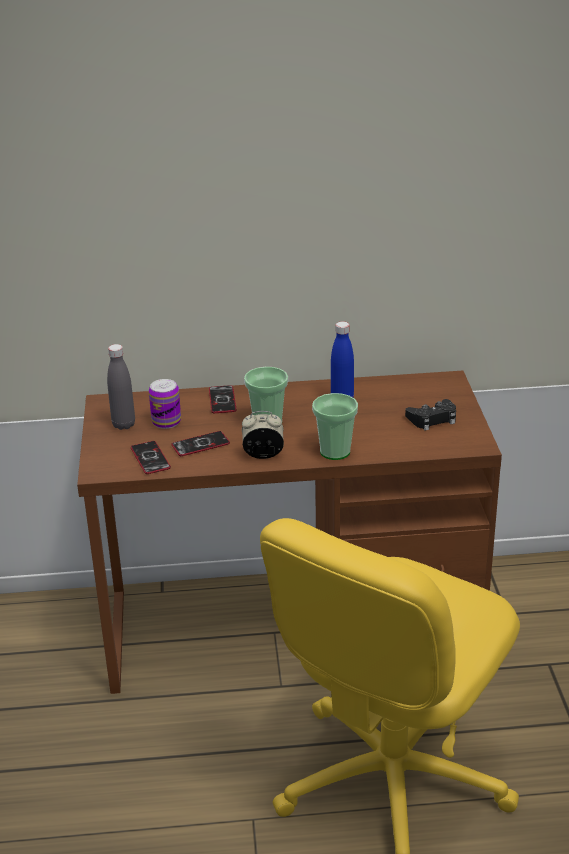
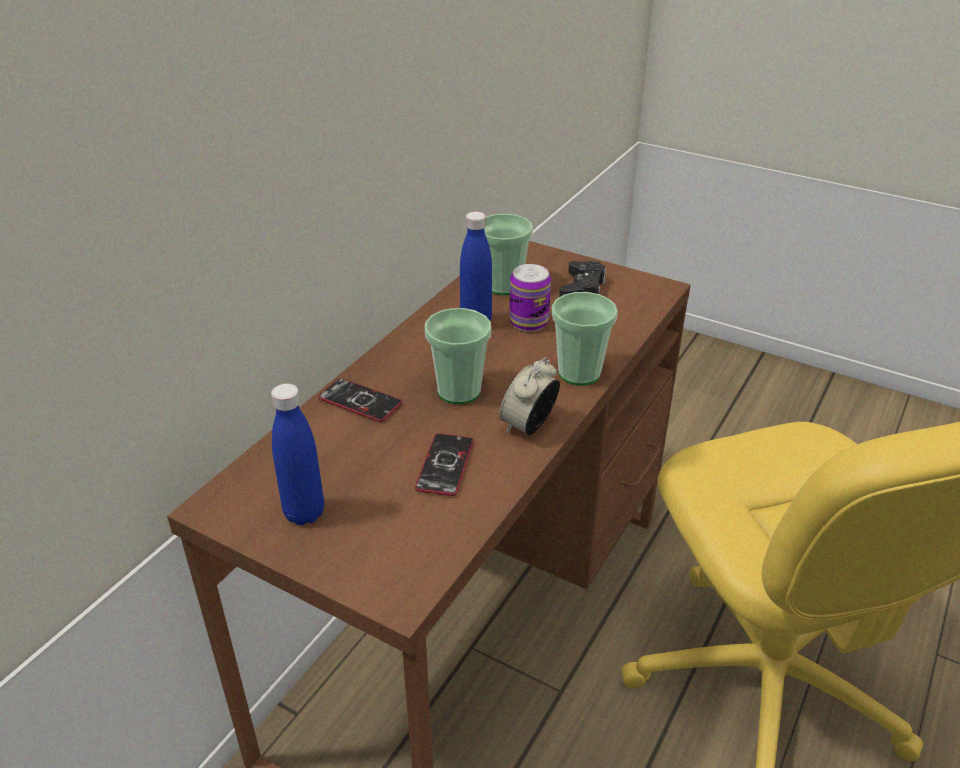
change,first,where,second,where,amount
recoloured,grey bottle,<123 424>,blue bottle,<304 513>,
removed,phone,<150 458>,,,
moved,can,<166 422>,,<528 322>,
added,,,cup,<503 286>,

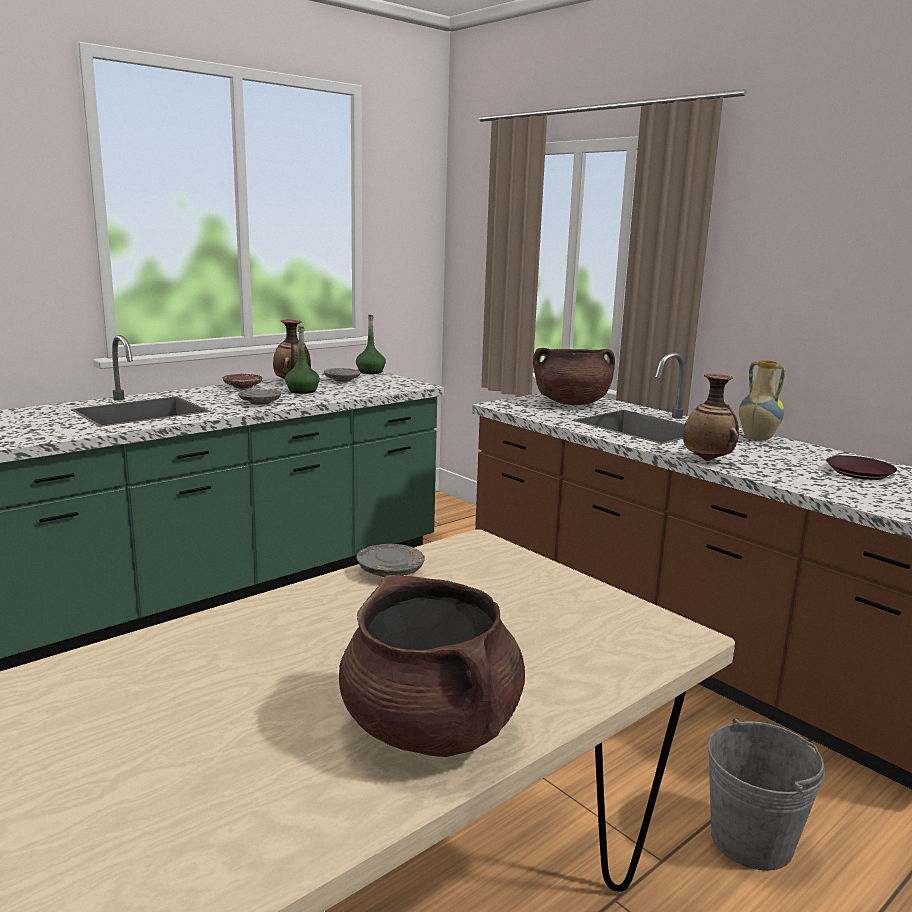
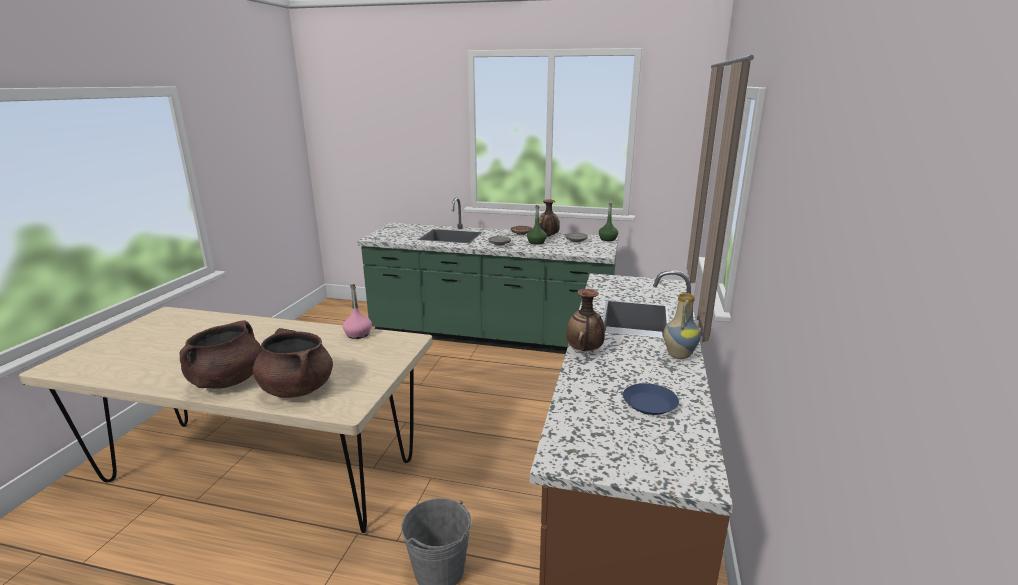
change,first,where,second,where,amount
replaced,grey plate,<390 571>,pink bottle,<358 334>,
moved,brown cooking pot,<571 403>,,<297 389>,
recoloured,brown plate,<859 472>,blue plate,<649 403>,

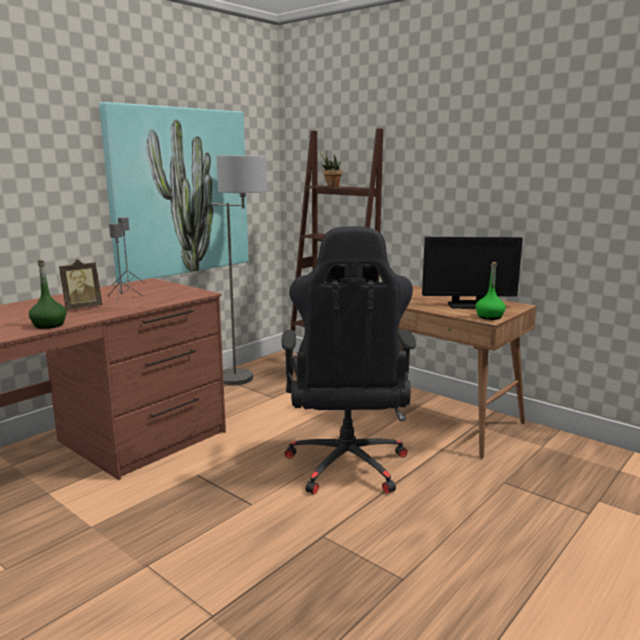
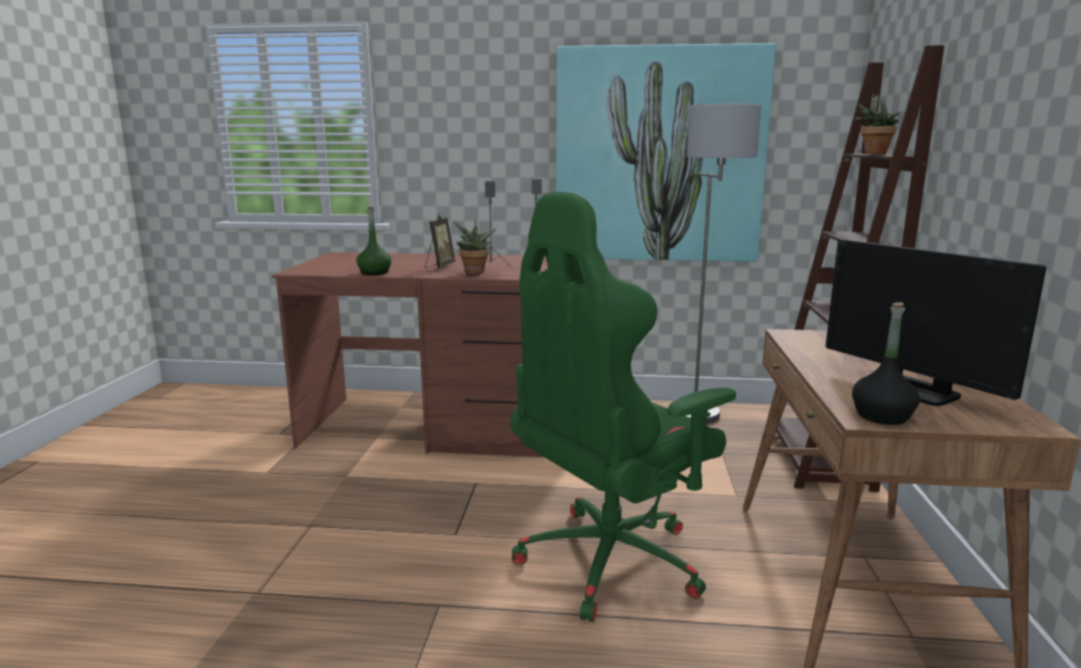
change,first,where,second,where,amount
turned,picture frame,<82 308>,,<439 266>,90 degrees counterclockwise
recoloured,black office chair,<346 464>,green office chair,<611 560>,
recoloured,green bottle,<489 317>,black bottle,<882 416>,
added,,,potted plant,<474 273>,

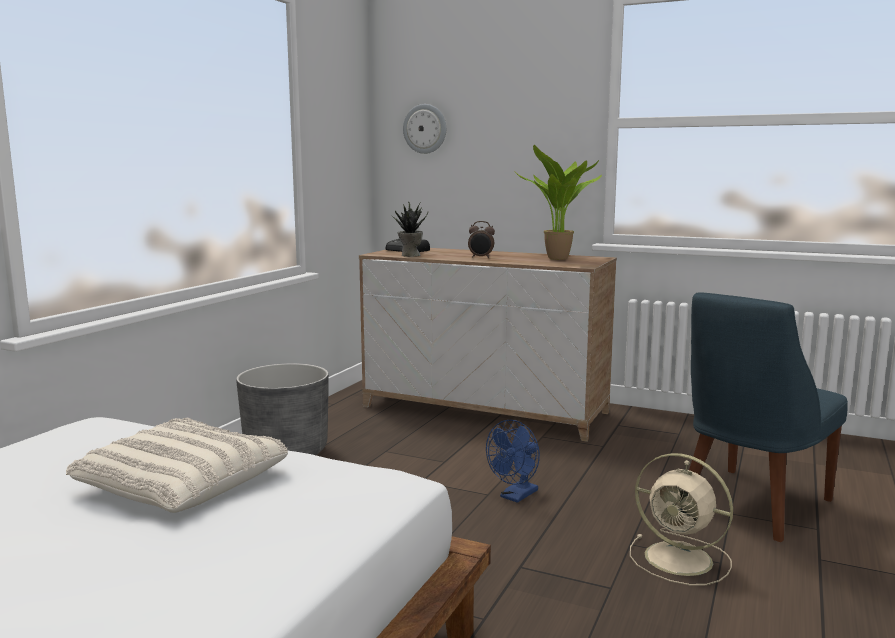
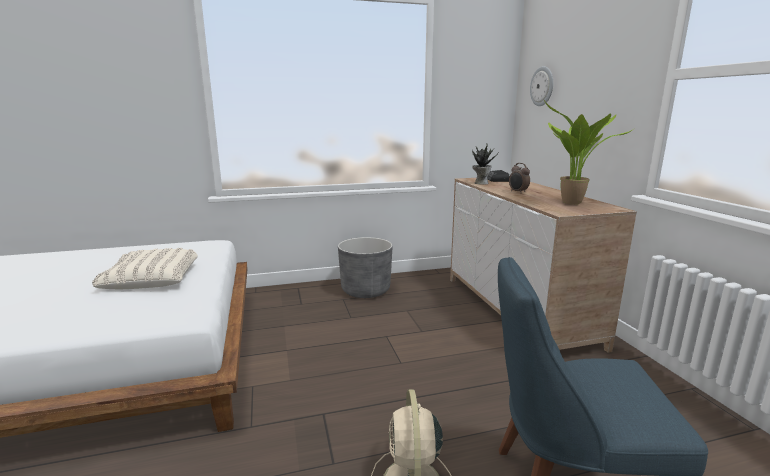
change,first,where,second,where,amount
removed,blue fan,<516 496>,,,

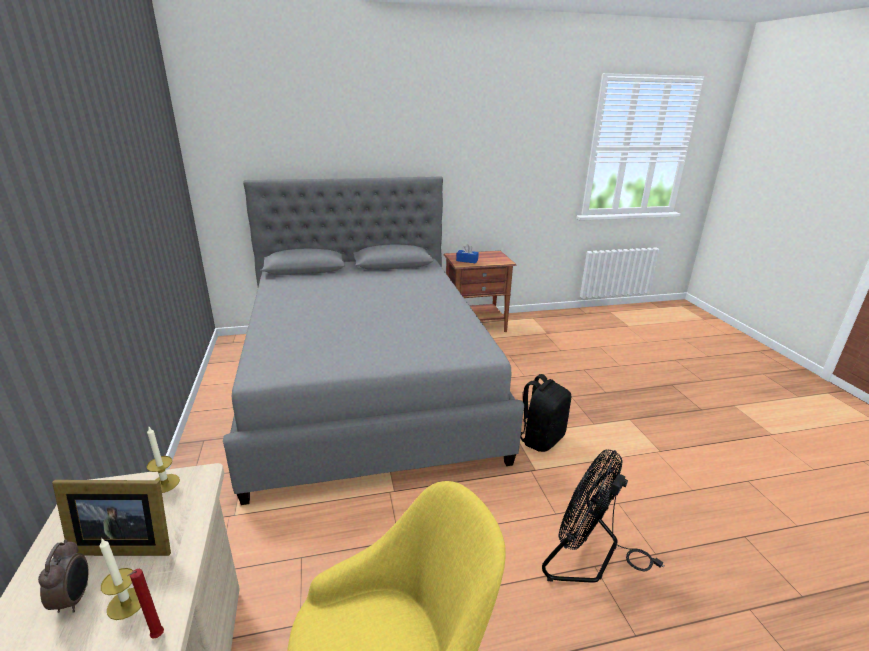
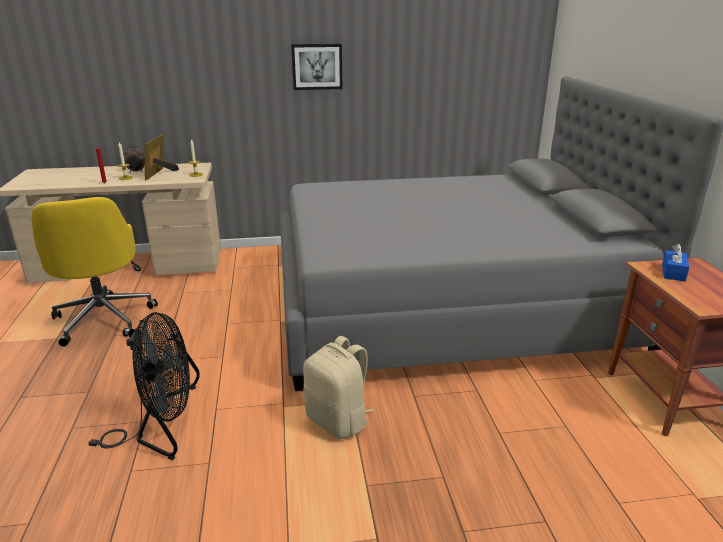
change,first,where,second,where,amount
recoloured,black backpack,<541 438>,beige backpack,<338 421>,
turned,black fan,<593 551>,,<160 424>,45 degrees clockwise
added,,,picture,<317 66>,

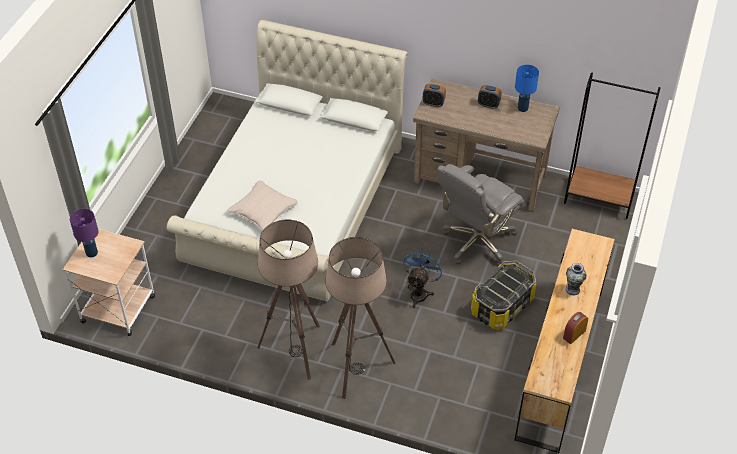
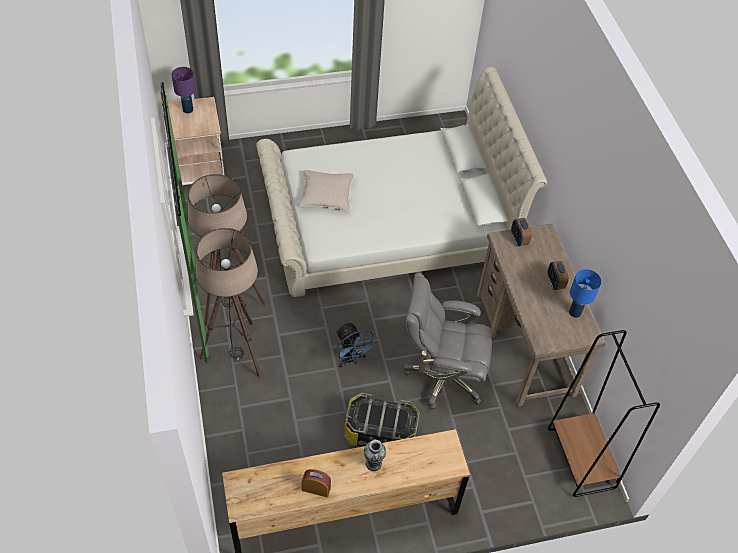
change,first,where,second,where,amount
turned,blue fan,<420 292>,,<351 360>,75 degrees clockwise

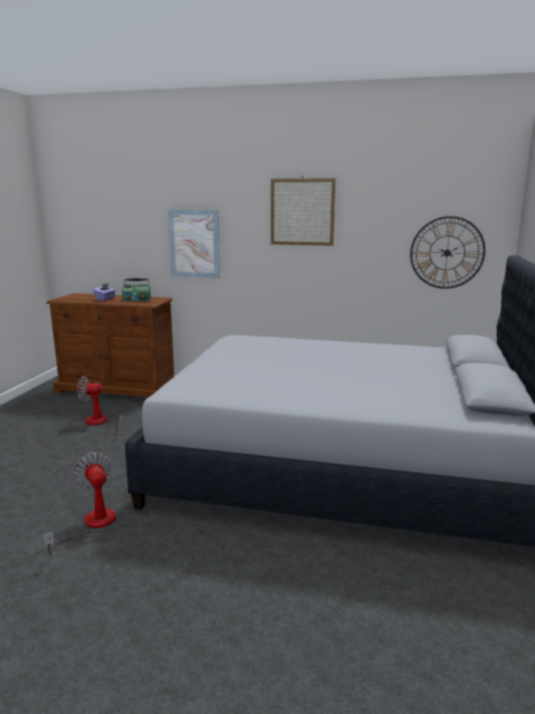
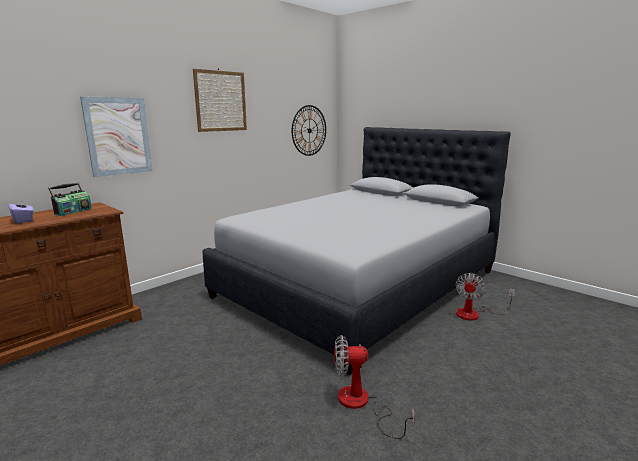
change,first,where,second,where,amount
moved,fan,<100 423>,,<474 314>,

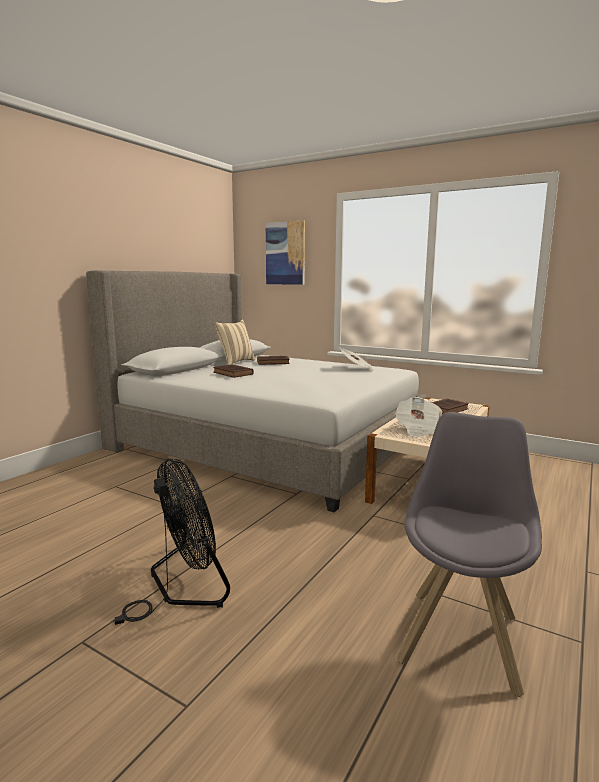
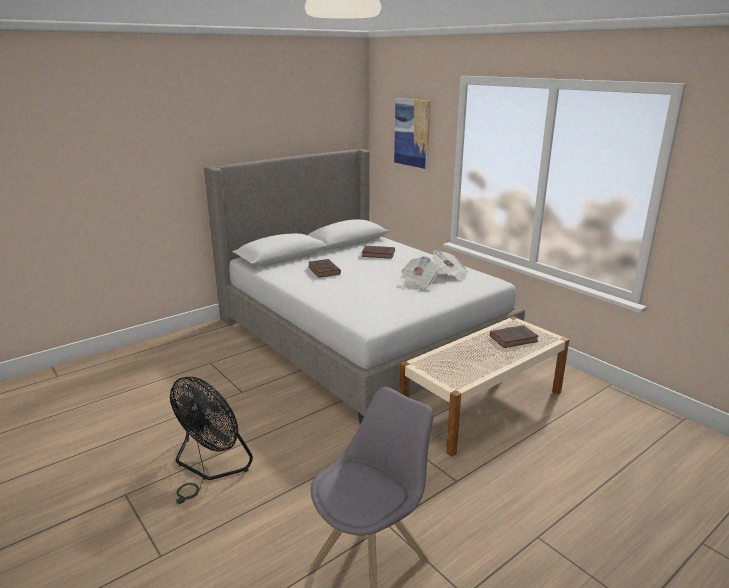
change,first,where,second,where,amount
turned,black fan,<177 584>,,<204 466>,45 degrees counterclockwise
removed,beige pillow,<235 362>,,,
moved,newspaper,<417 430>,,<418 283>,

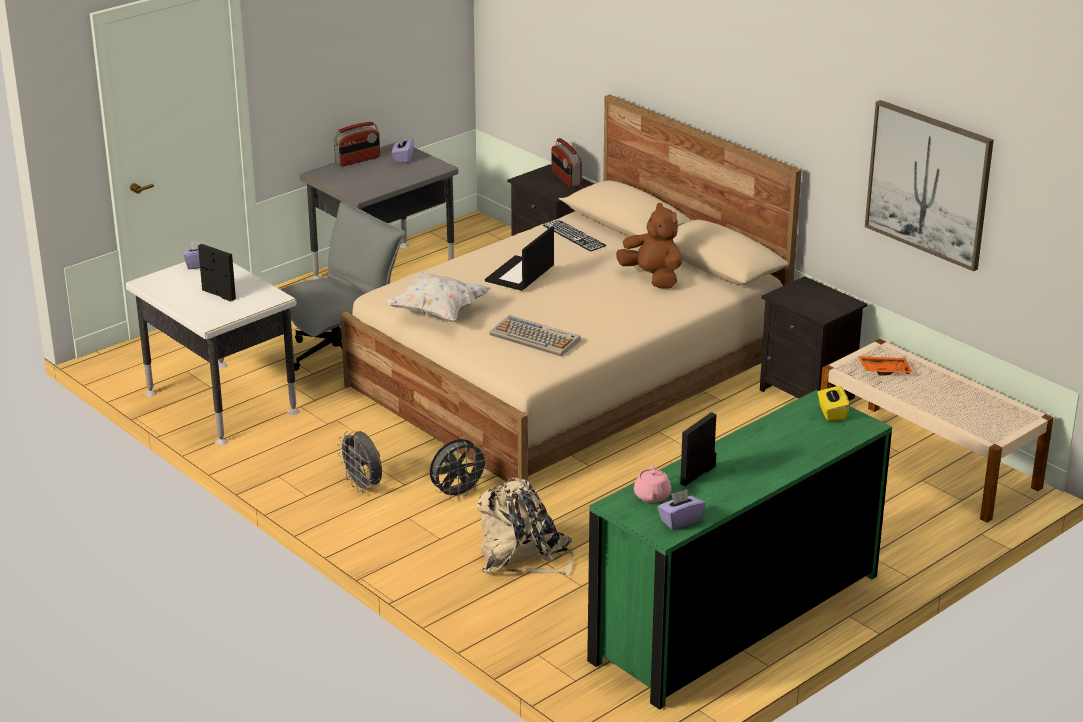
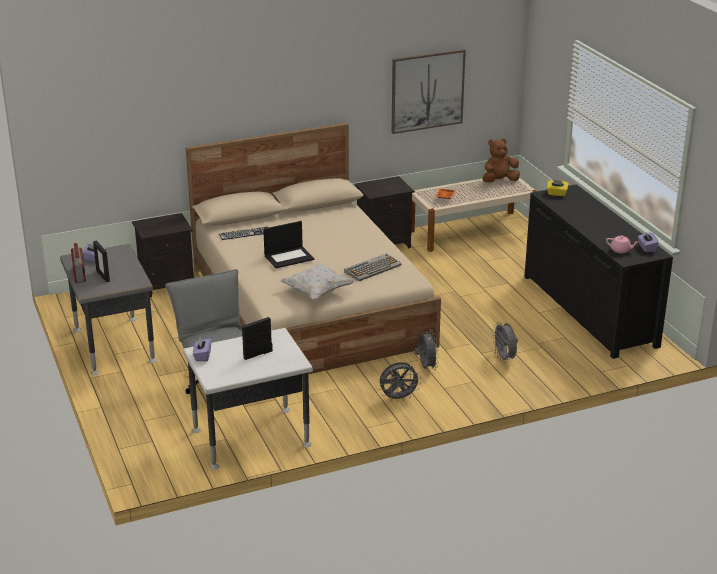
change,first,where,second,where,amount
replaced,beige backpack,<523 556>,grey fan,<504 358>,
turned,laptop,<520 274>,,<289 257>,75 degrees counterclockwise
removed,radio,<565 179>,,,
recoloured,green dresser,<734 617>,black dresser,<588 311>,
moved,brown plush toy,<652 278>,,<499 181>,
moved,picture frame,<698 475>,,<103 276>,

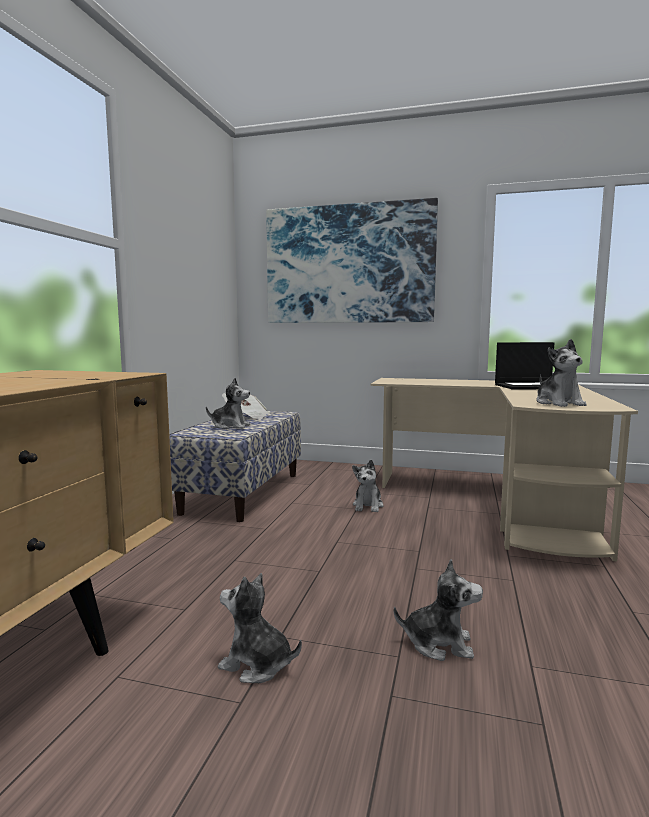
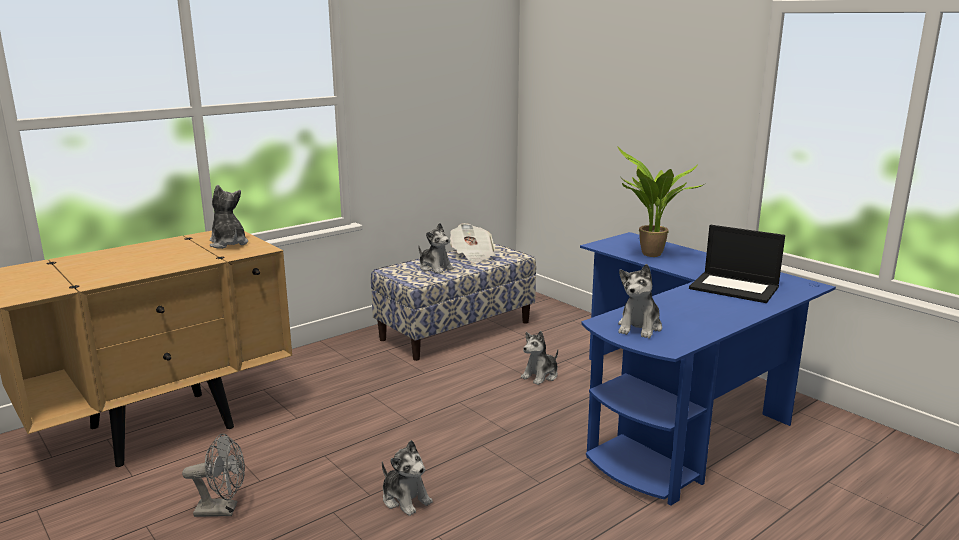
change,first,where,second,where,amount
moved,plush toy,<256 664>,,<228 243>,
removed,picture,<348 264>,,,
recoloured,beige desk,<498 502>,blue desk,<681 410>,
added,,,grey fan,<223 510>,
added,,,potted plant,<650 255>,

